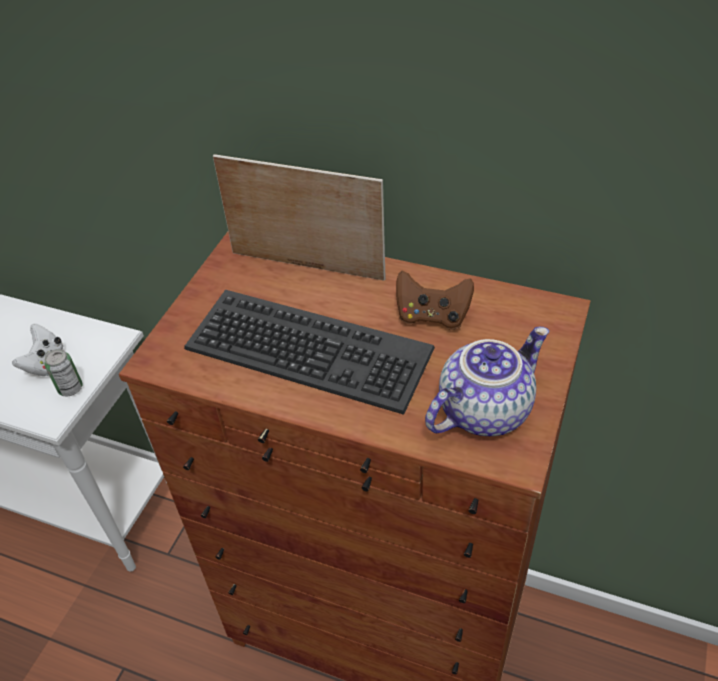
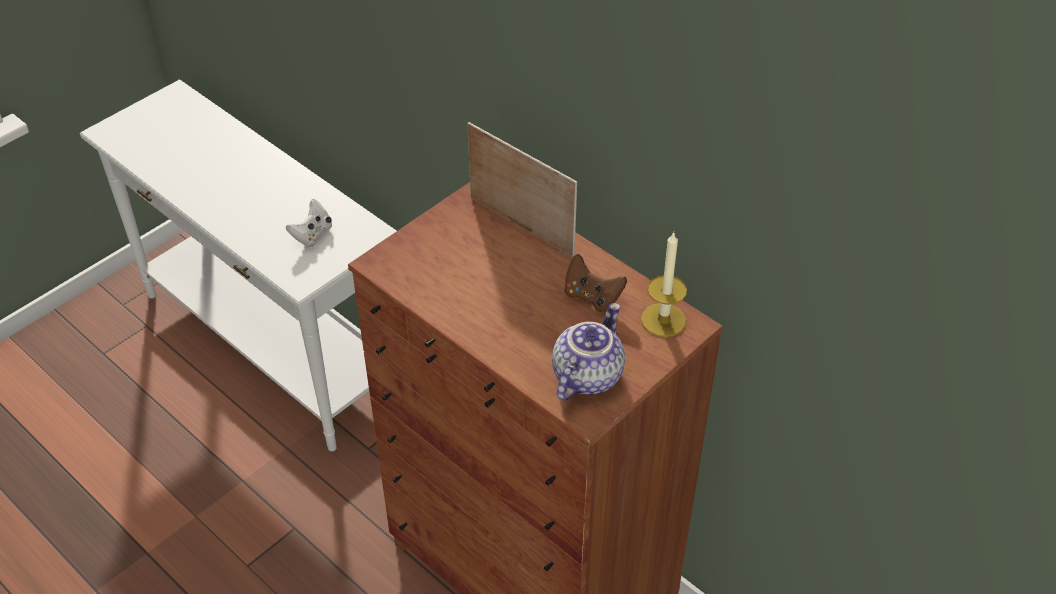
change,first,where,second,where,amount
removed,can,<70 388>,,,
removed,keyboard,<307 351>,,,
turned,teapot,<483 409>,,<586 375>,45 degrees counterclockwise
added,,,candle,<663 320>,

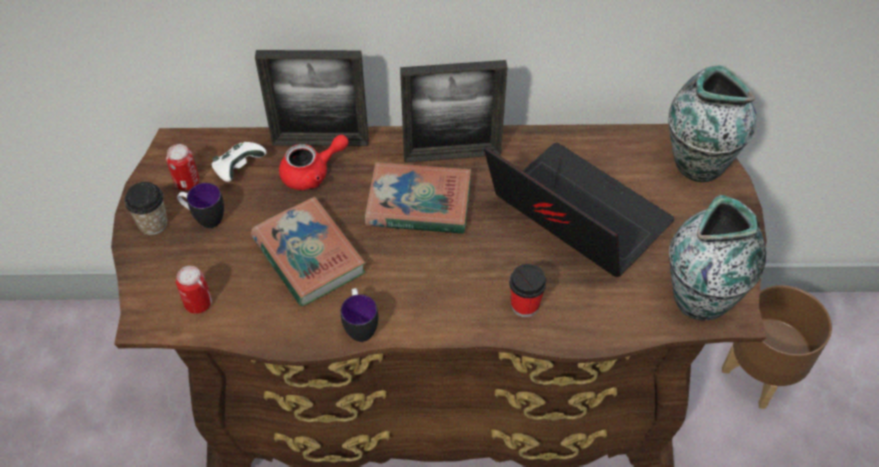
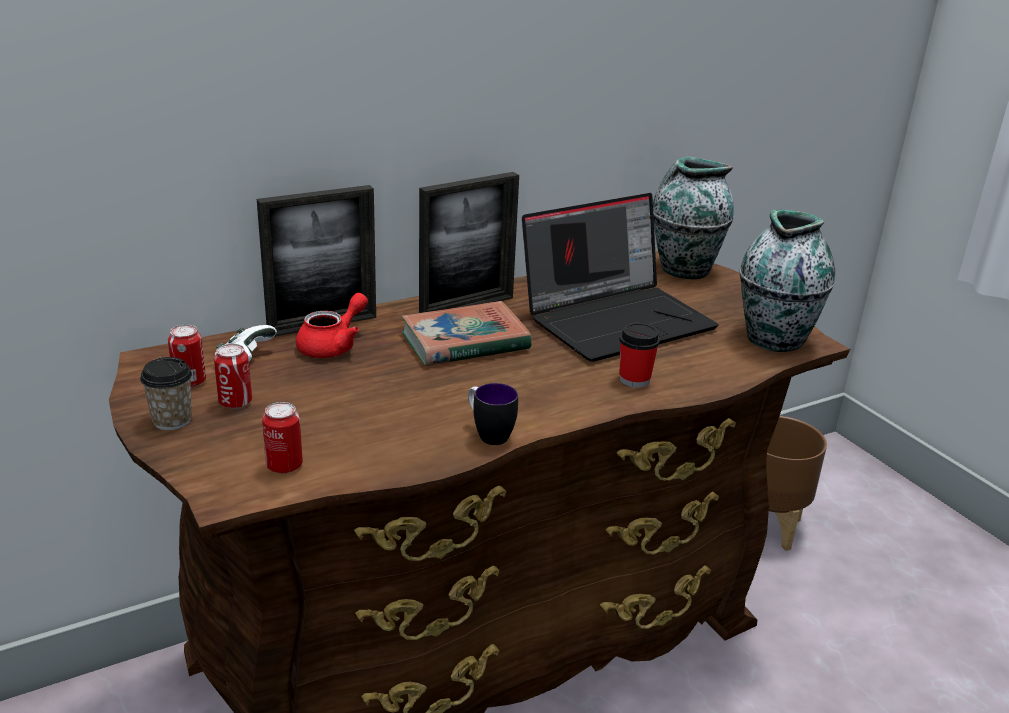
change,first,where,second,where,amount
replaced,mug,<204 218>,can,<235 402>,
removed,book,<308 256>,,,
turned,laptop,<573 217>,,<617 319>,135 degrees clockwise

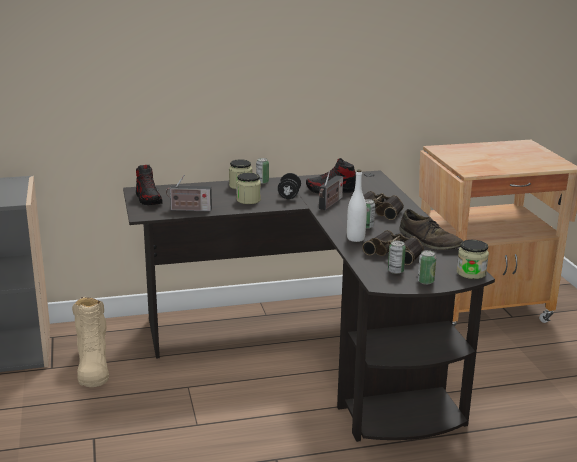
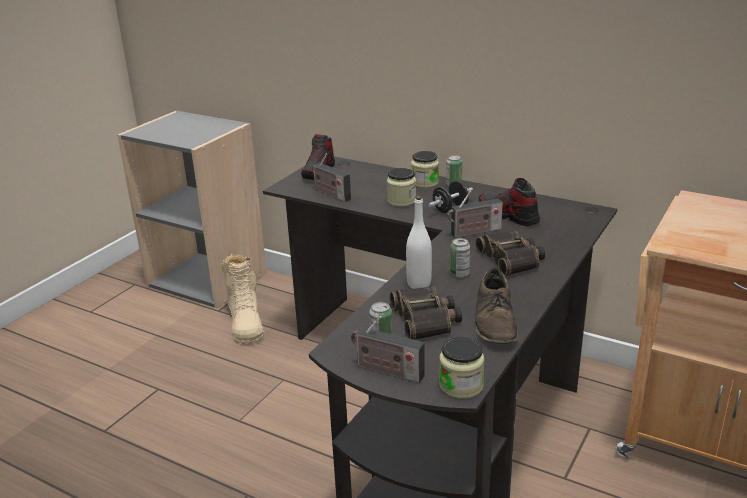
change,first,where,second,where,amount
turned,beige boot,<93 366>,,<245 323>,45 degrees counterclockwise
replaced,can,<425 281>,radio,<386 371>,

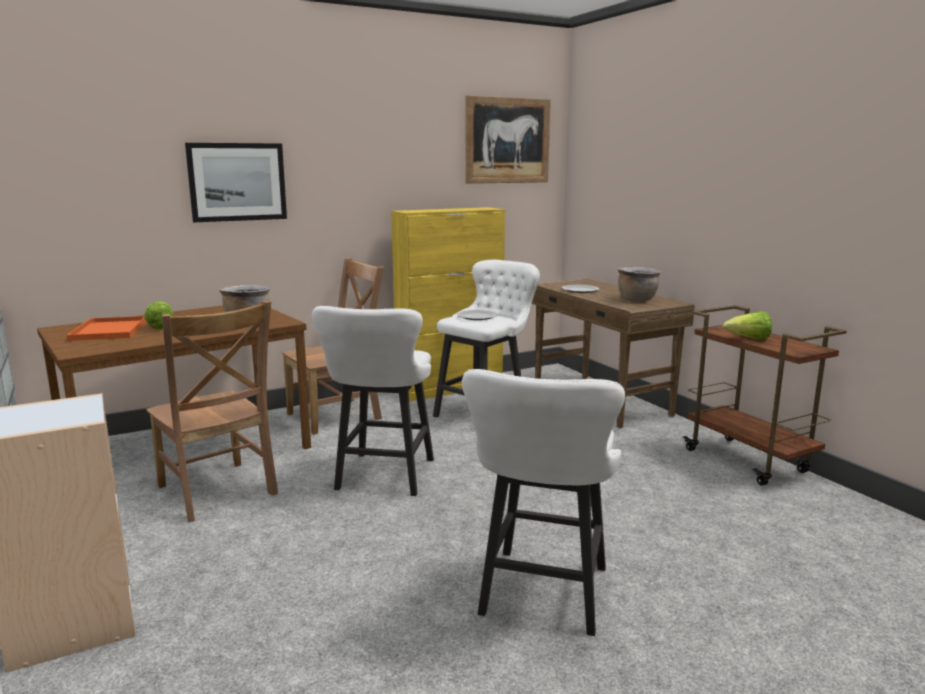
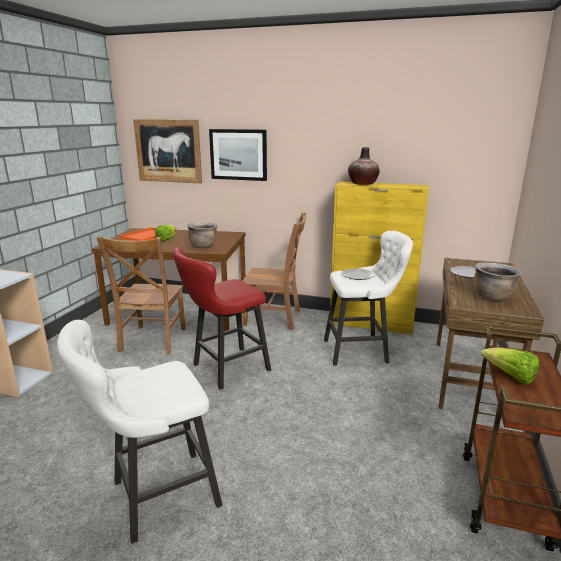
change,first,where,second,where,amount
recoloured,white stool,<382 480>,red stool,<223 370>,
moved,picture,<507 140>,,<168 151>,
added,,,vase,<362 184>,

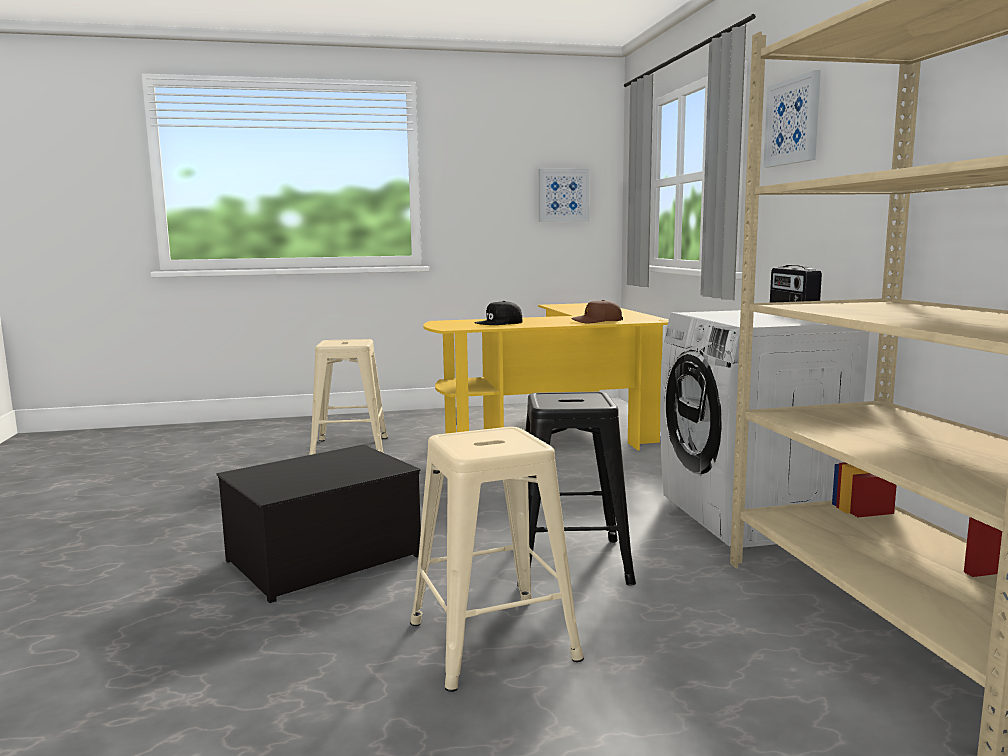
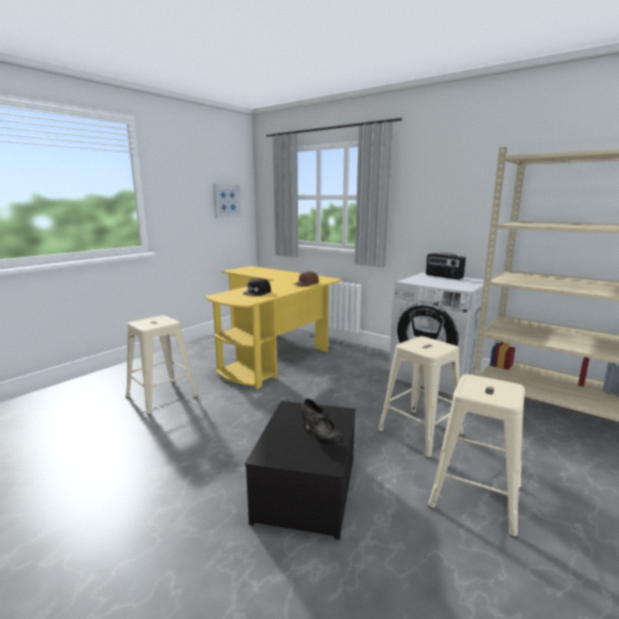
change,first,where,second,where,amount
recoloured,black stool,<570 562>,beige stool,<420 432>,
removed,picture,<793 121>,,,
added,,,black shoe,<320 437>,

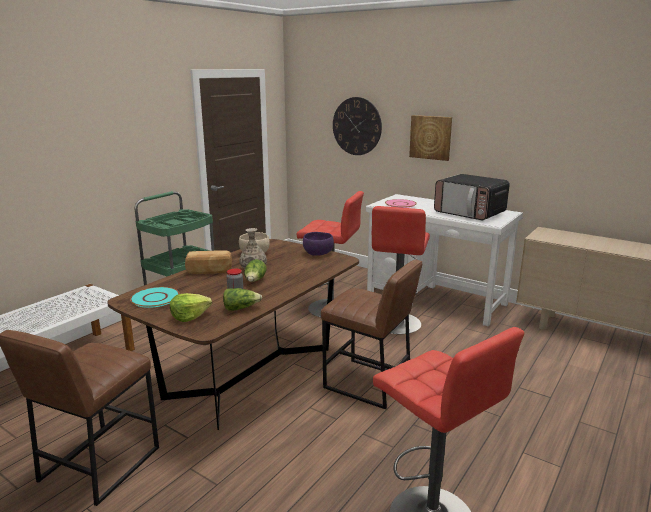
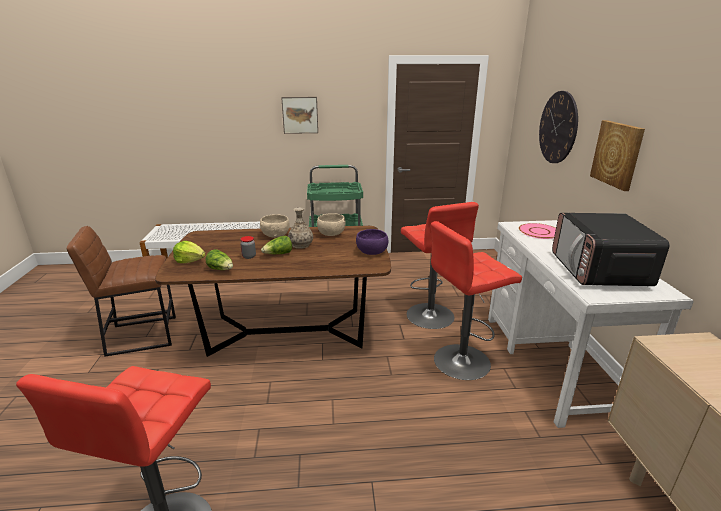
change,first,where,second,where,amount
removed,turquoise plate,<155 298>,,,
replaced,bread,<209 271>,beige bowl,<275 235>,
removed,brown chair,<369 383>,,,
added,,,picture,<300 115>,

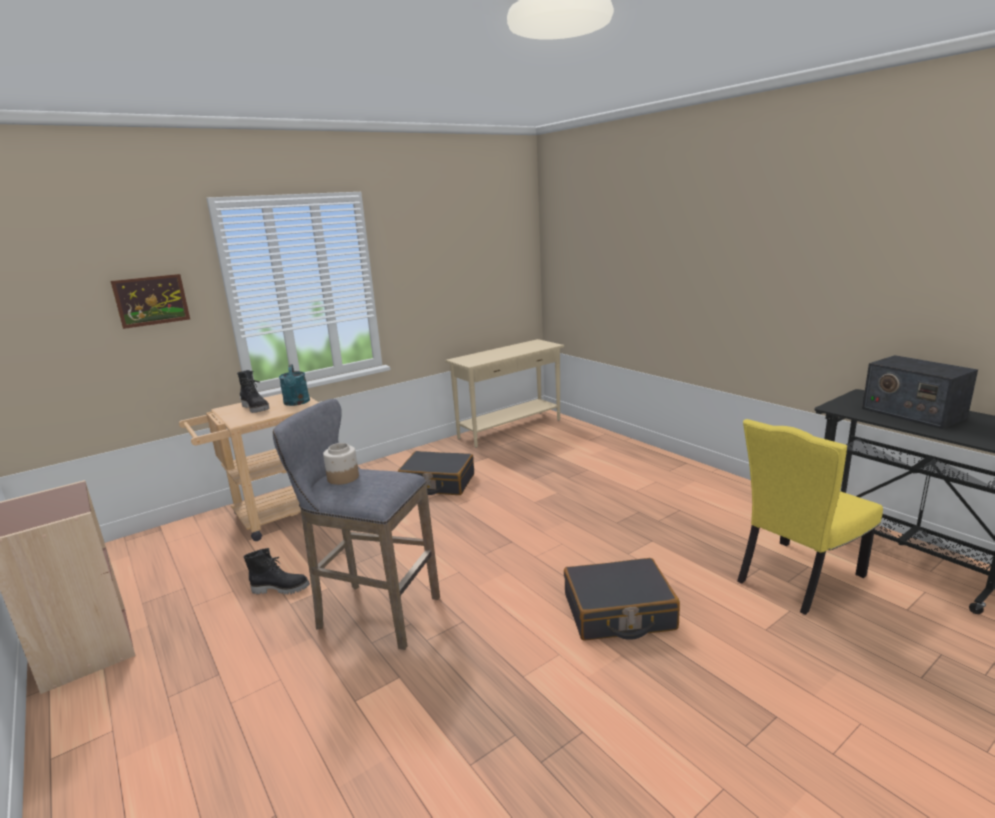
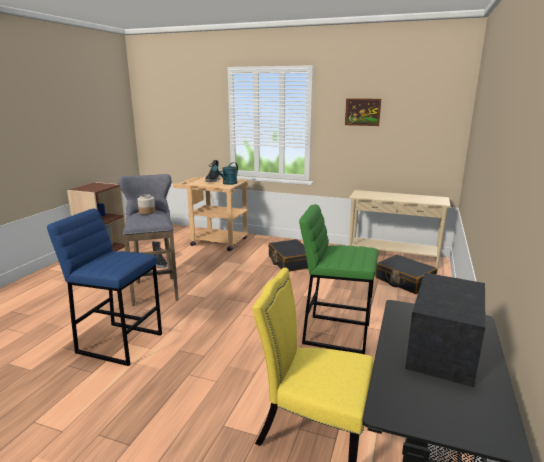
change,first,where,second,where,amount
moved,picture,<151 300>,,<362 112>,
moved,black suitcase,<618 612>,,<404 281>,
added,,,blue stool,<118 343>,
added,,,green stool,<334 333>,

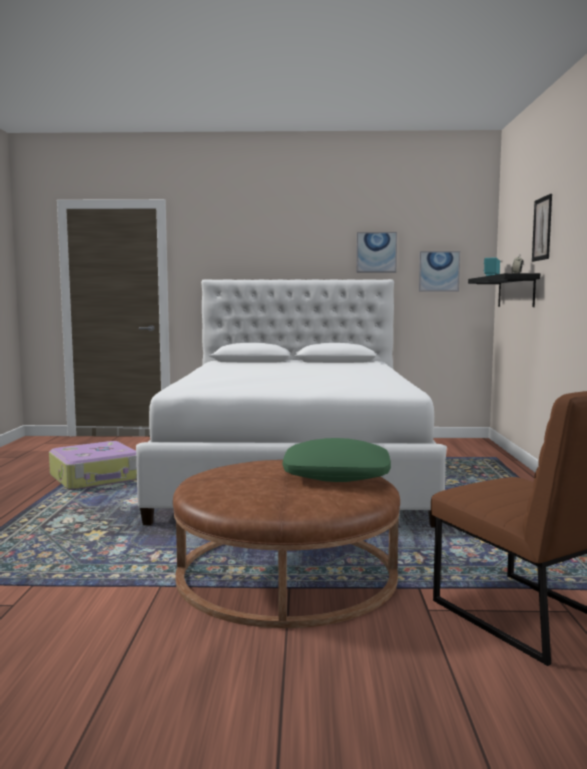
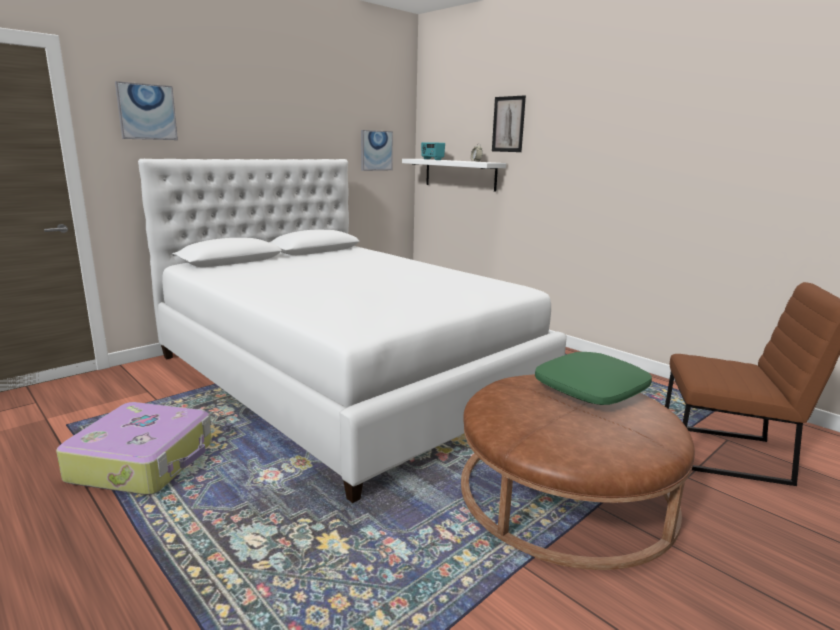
change,first,where,second,where,amount
moved,picture,<376 252>,,<147 112>,
recoloured,black shelf,<516 291>,white shelf,<460 174>,

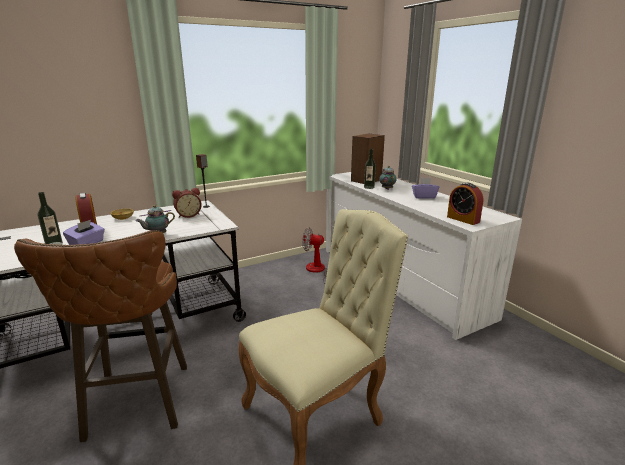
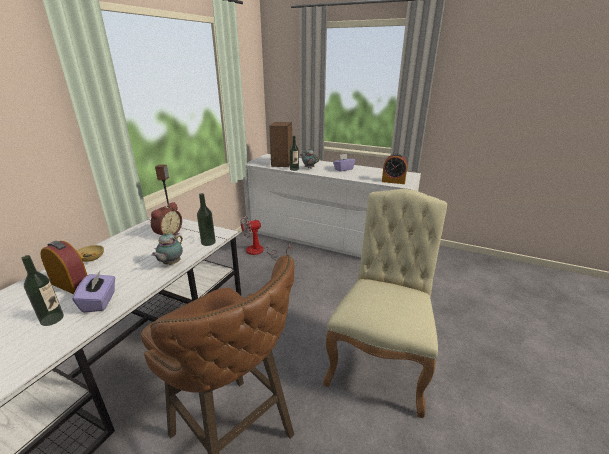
change,first,where,second,where,amount
added,,,bottle,<208 242>,

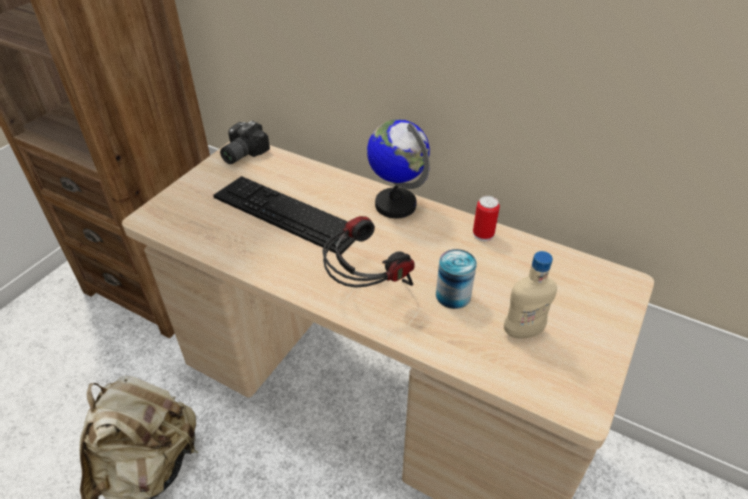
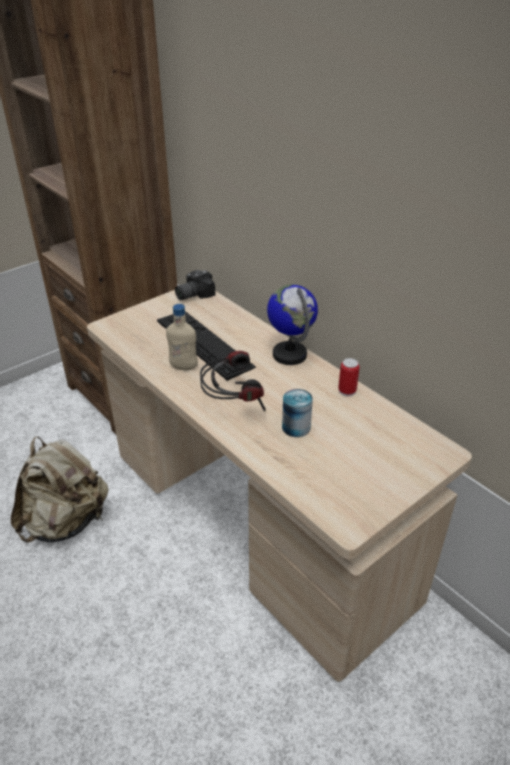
change,first,where,second,where,amount
moved,beige bottle,<522 331>,,<184 367>,

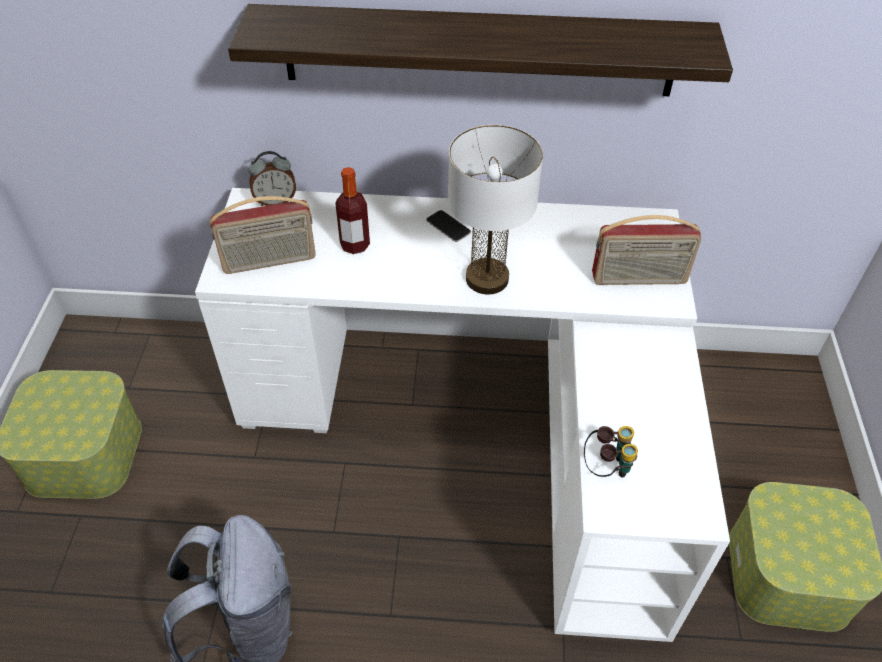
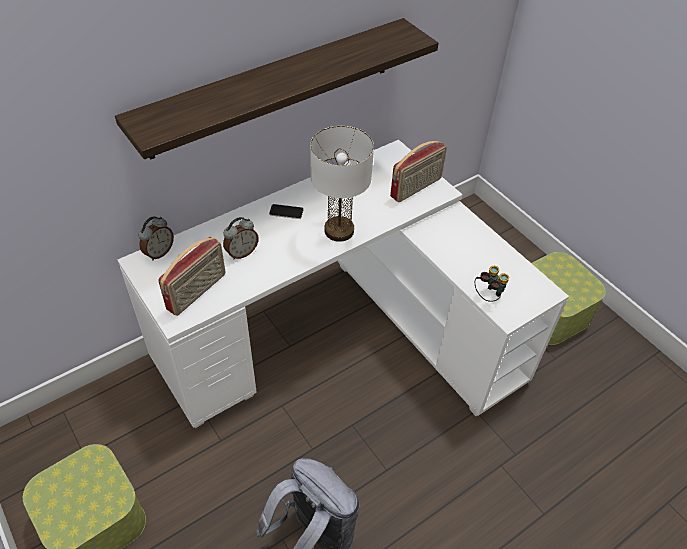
change,first,where,second,where,amount
replaced,bottle,<355 245>,alarm clock,<241 252>,

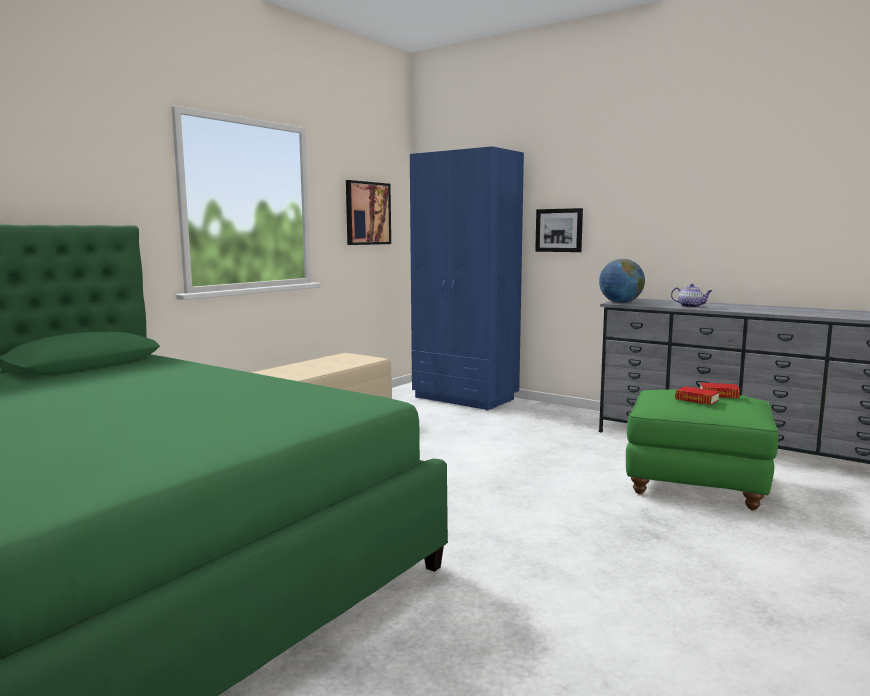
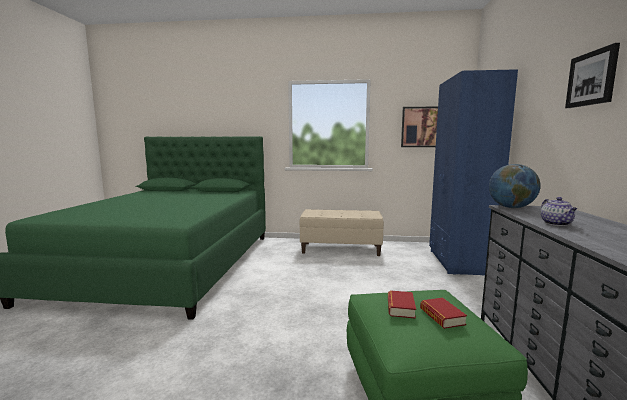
change,first,where,second,where,amount
moved,picture,<559 230>,,<592 78>,

